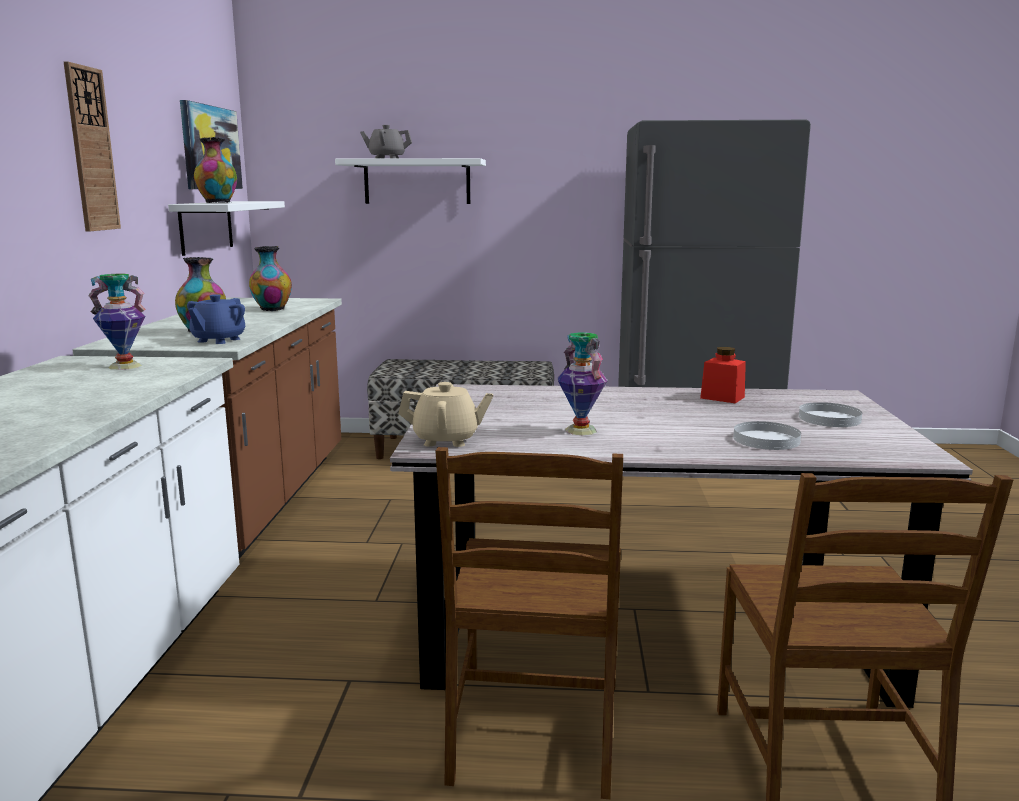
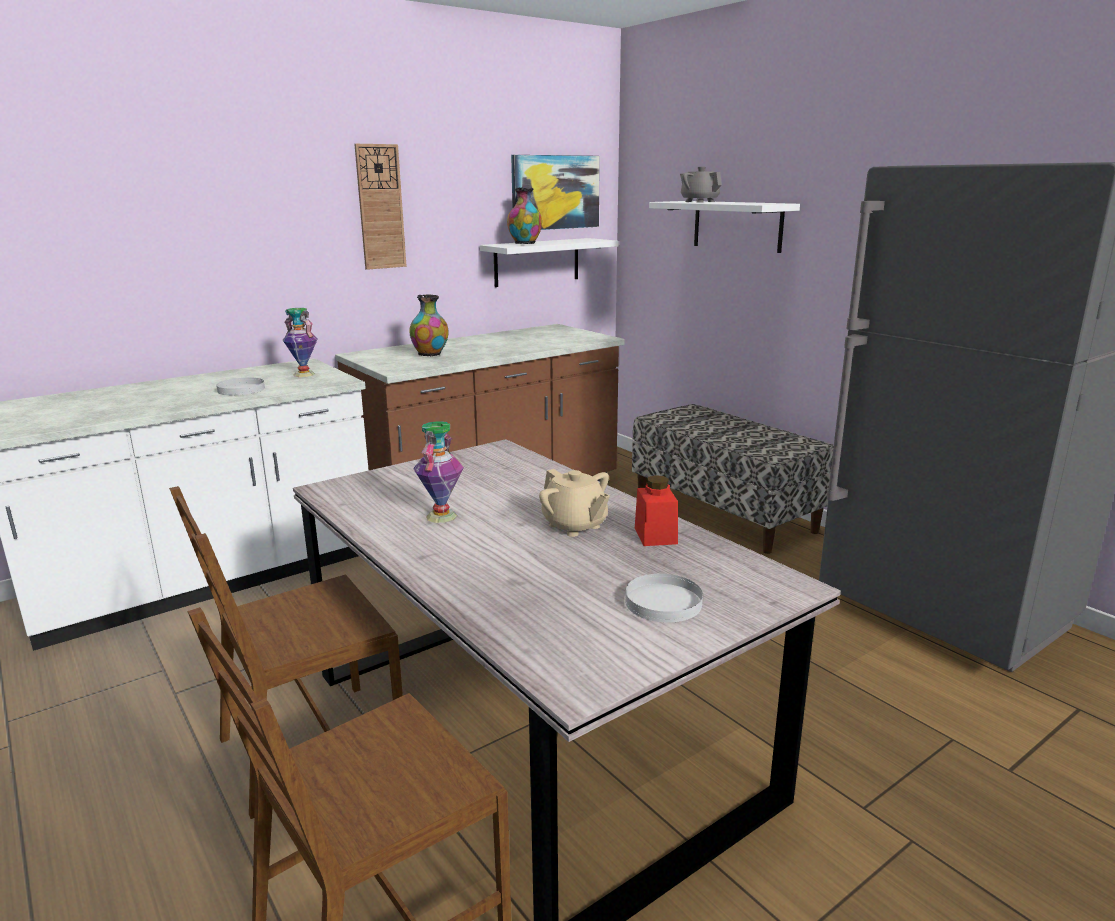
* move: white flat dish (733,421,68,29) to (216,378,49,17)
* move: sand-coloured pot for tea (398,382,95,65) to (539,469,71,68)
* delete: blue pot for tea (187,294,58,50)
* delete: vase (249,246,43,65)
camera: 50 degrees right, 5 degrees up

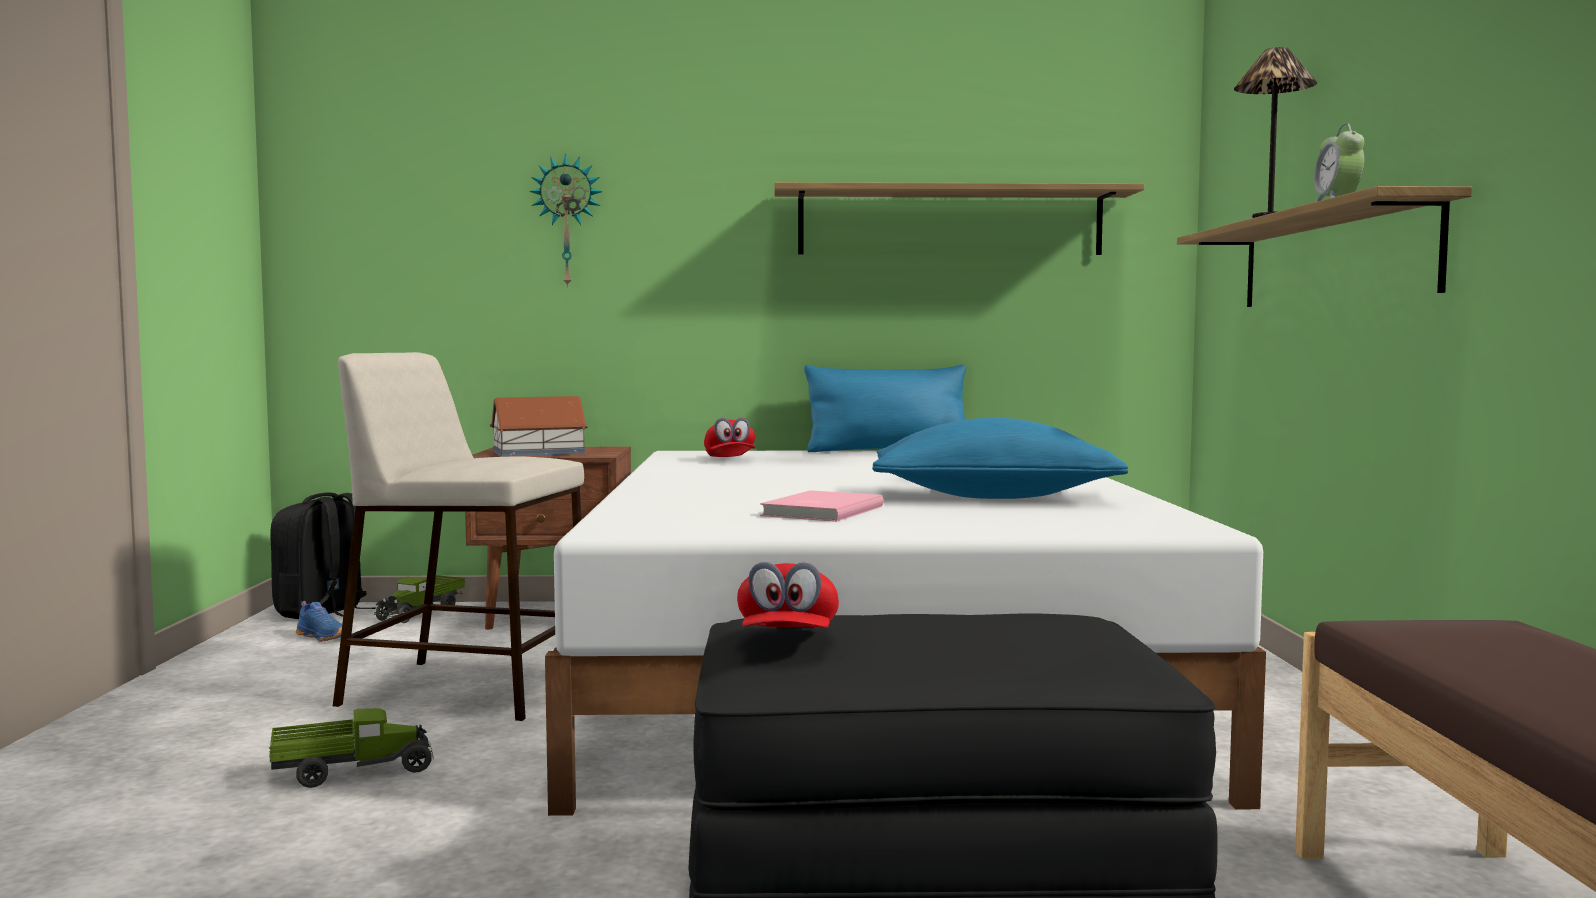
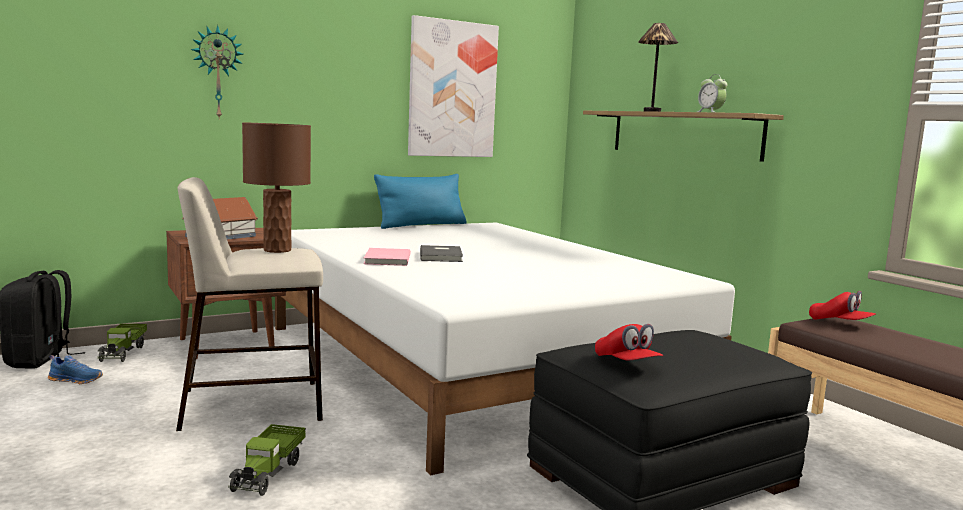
* rotate: toy truck (269,708,165,80) = (228,424,78,72) 150 degrees clockwise
* insert: brown tabletop lamp (242,123,69,130)
* move: pink bound book (760,490,124,32) to (364,248,47,18)
* replace: shelf (774,182,370,73) to wall picture (408,15,91,142)
* insert: gray bound book (420,245,43,17)
* move: red cap (704,418,51,39) to (809,291,67,29)
* delete: blue throw pillow (872,418,256,81)
camera: 30 degrees left, 5 degrees up

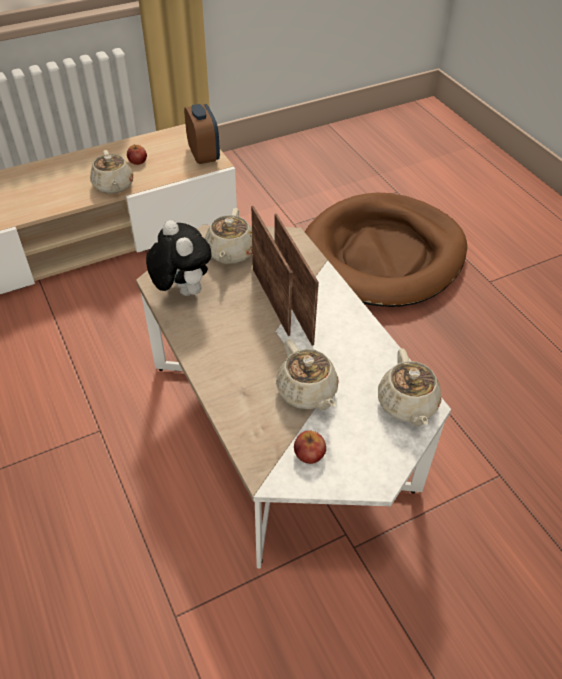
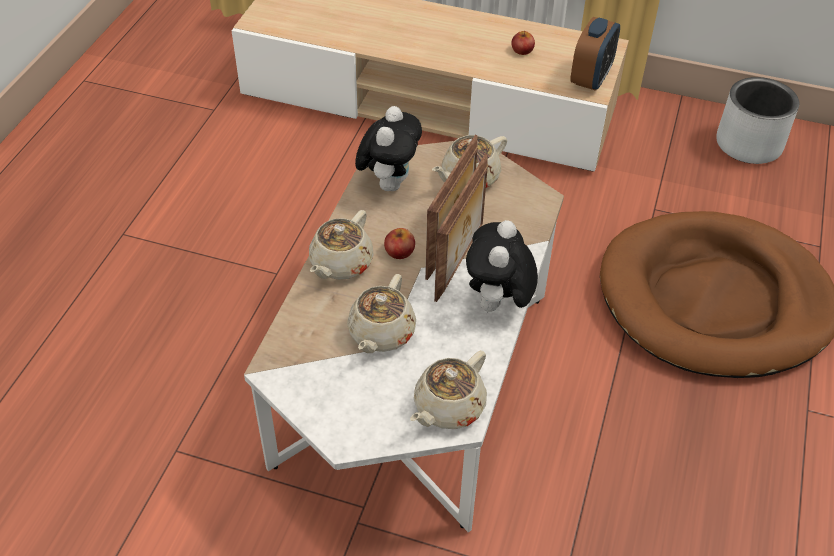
* move: sand-coloured pot for tea (90,150,43,44) to (309,210,65,70)
* move: whole apple (294,430,32,34) to (384,228,31,31)
* insert: soft toy (466,220,72,96)
* insert: gray planter (716,77,83,87)
camera: 45 degrees right, 0 degrees up

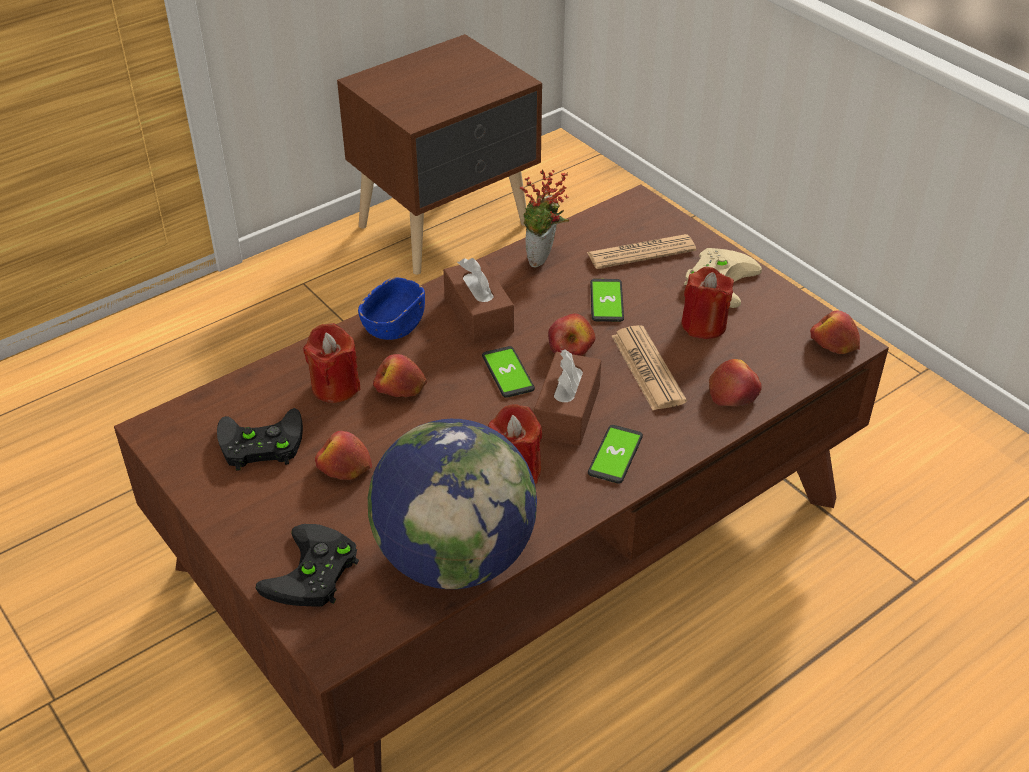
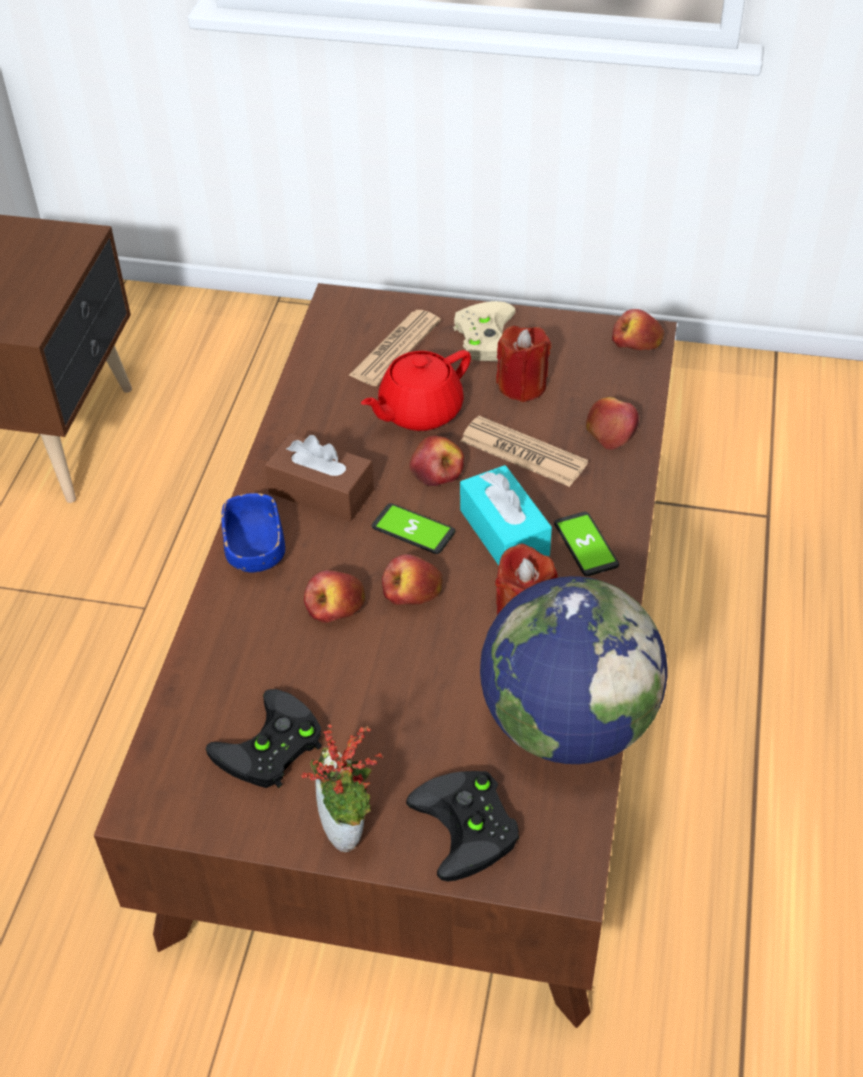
* move: potted plant (520,169,49,99) to (301,724,83,128)
* replace: phone (590,279,34,43) to red pot for tea (361,350,110,81)
* move: whole apple (315,431,57,49) to (382,554,60,51)
* recolor: brown box of tissues (534,349,67,97) to blue-green box of tissues (460,465,92,100)
* delete: red wax light (303,323,58,80)
camera: 40 degrees left, 5 degrees up

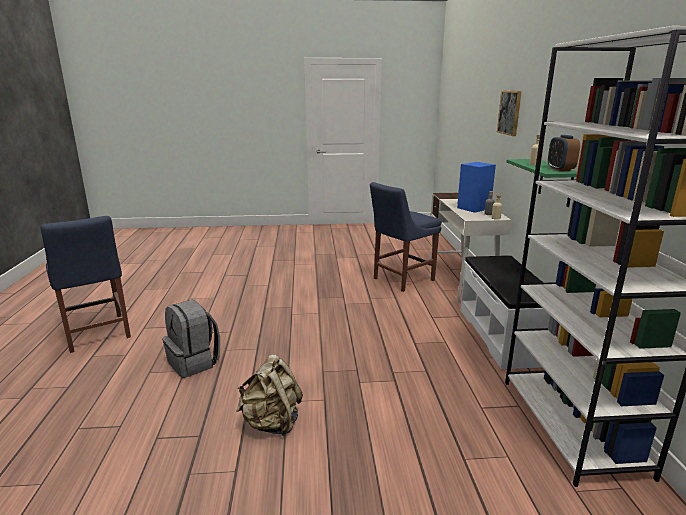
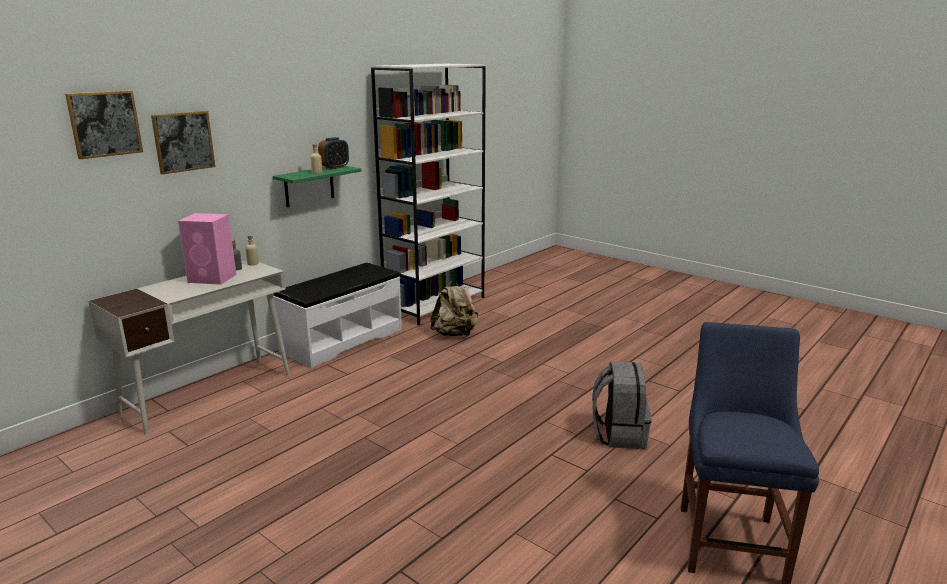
* insert: wall picture (65,90,78,69)
* recolor: blue loudspeaker (457,162,39,51) to pink loudspeaker (178,213,58,72)
* move: sand-coloured backpack (236,354,67,82) to (430,279,48,57)
* delete: blue plain chair (370,182,71,110)
camera: 135 degrees left, 0 degrees up

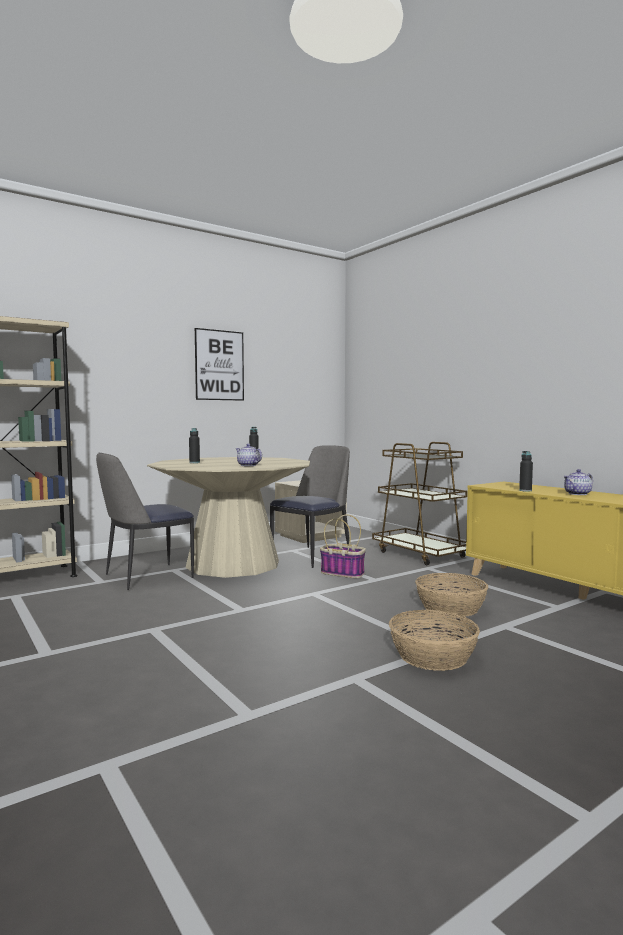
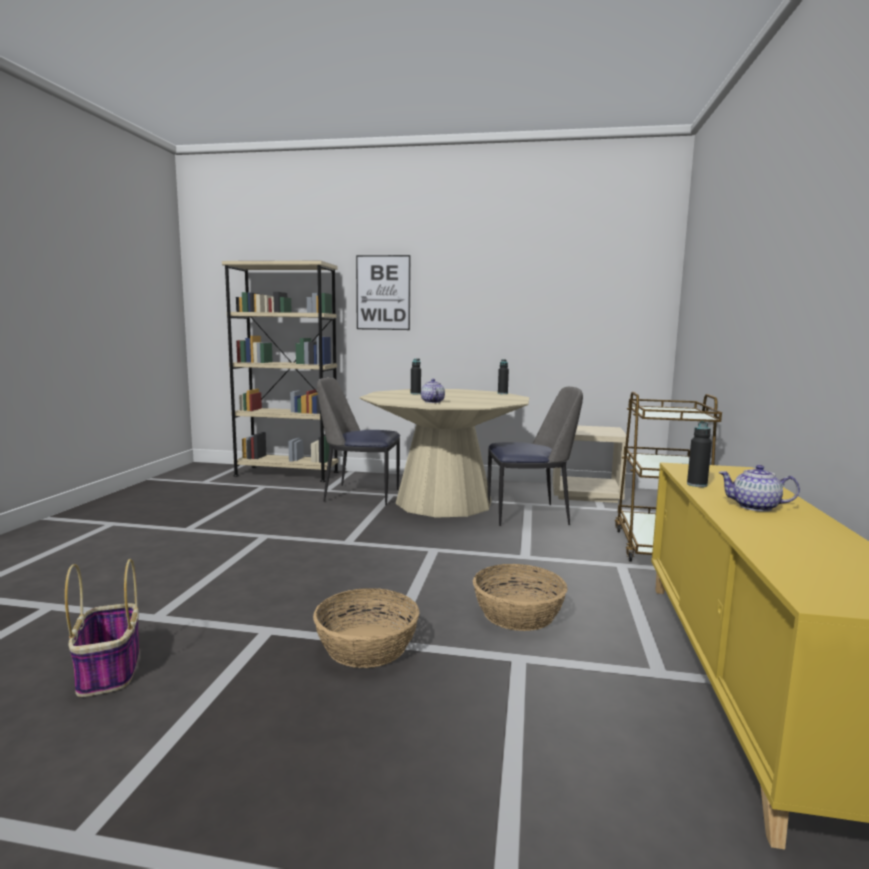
* move: basket (320,514,46,64) to (65,559,74,138)
* move: wall picture (195,328,49,73) to (356,255,55,75)
camera: 45 degrees right, 5 degrees up

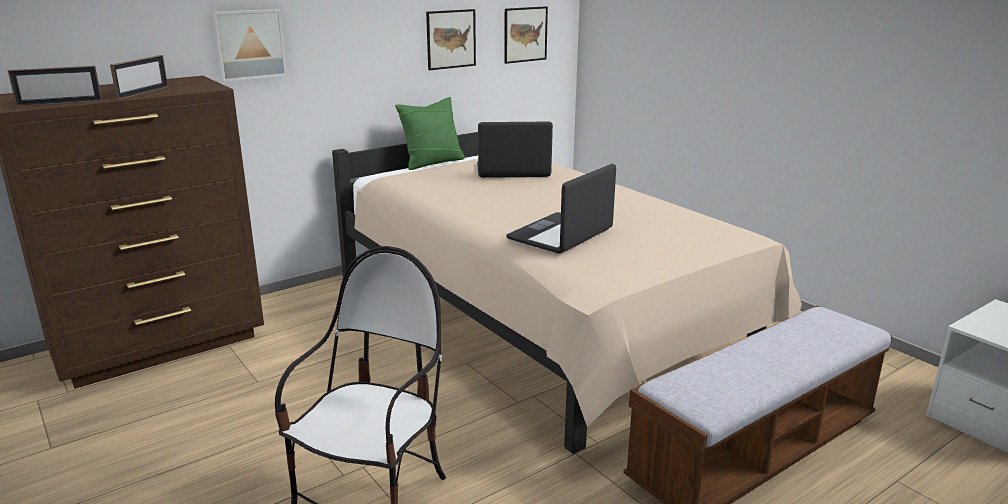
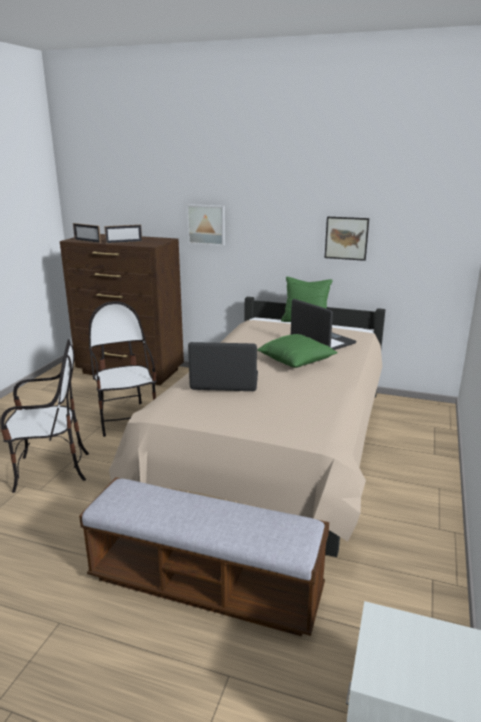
* insert: plain chair (89,301,68,136)
* insert: greenish throw pillow (257,334,81,34)
* delete: wall picture (504,6,44,58)
camera: 55 degrees right, 0 degrees up

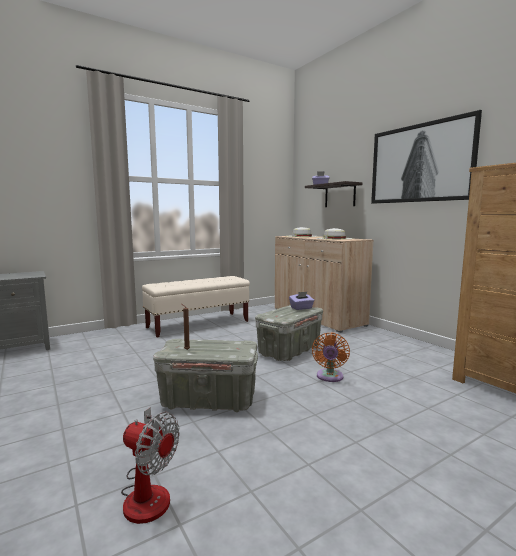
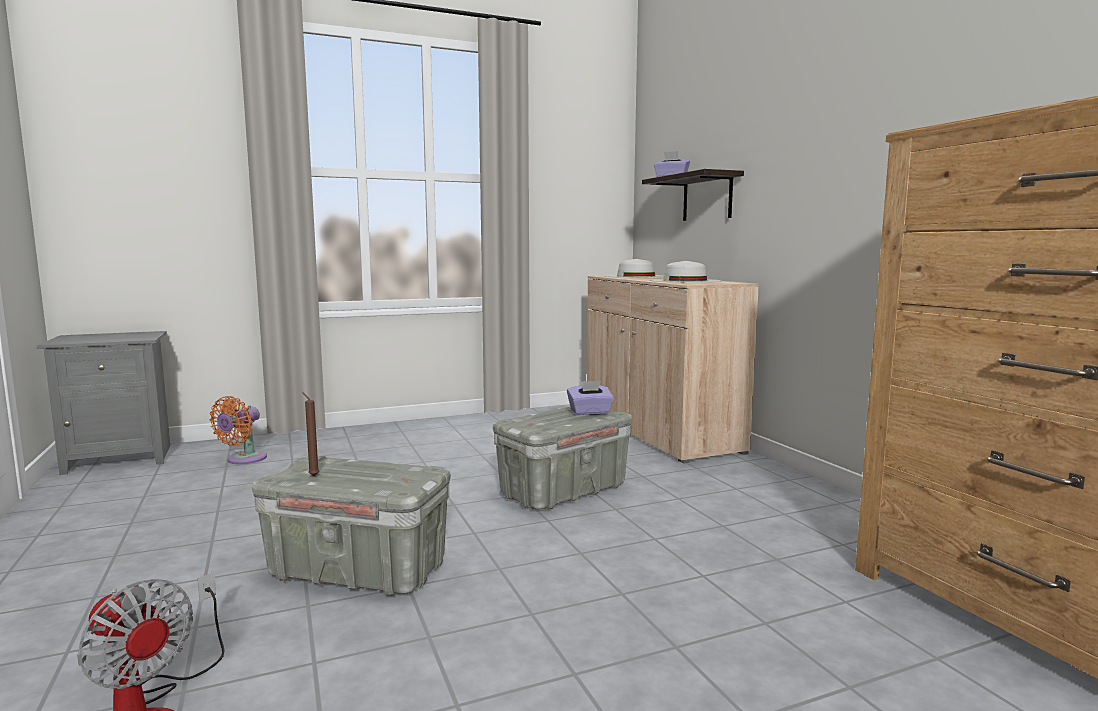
* move: orange electric fan (312,333,38,49) to (210,396,57,68)
* delete: sand-coloured bench (142,276,108,62)
* delete: wall picture (371,110,111,94)
camera: 10 degrees right, 0 degrees up

